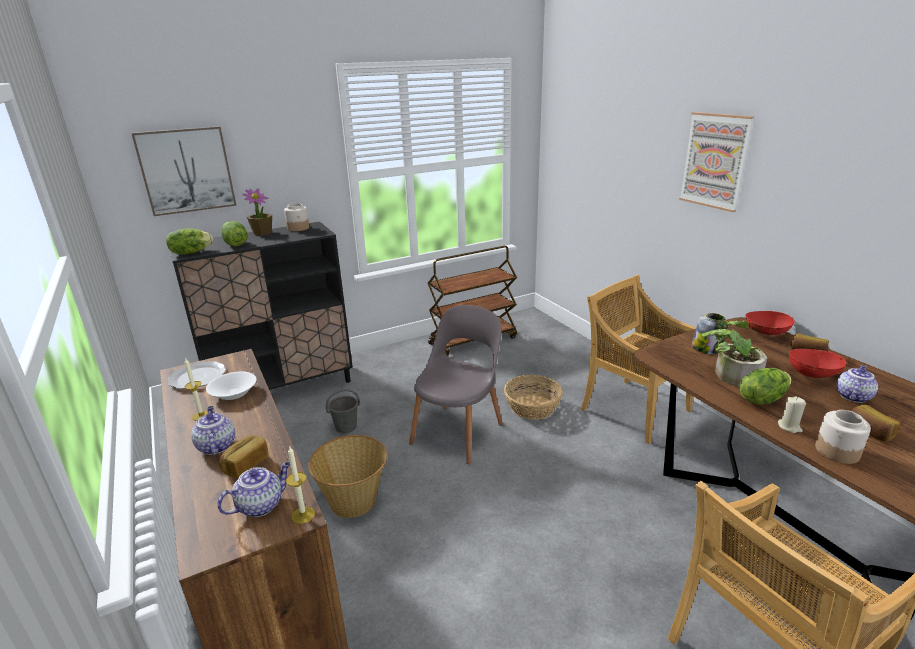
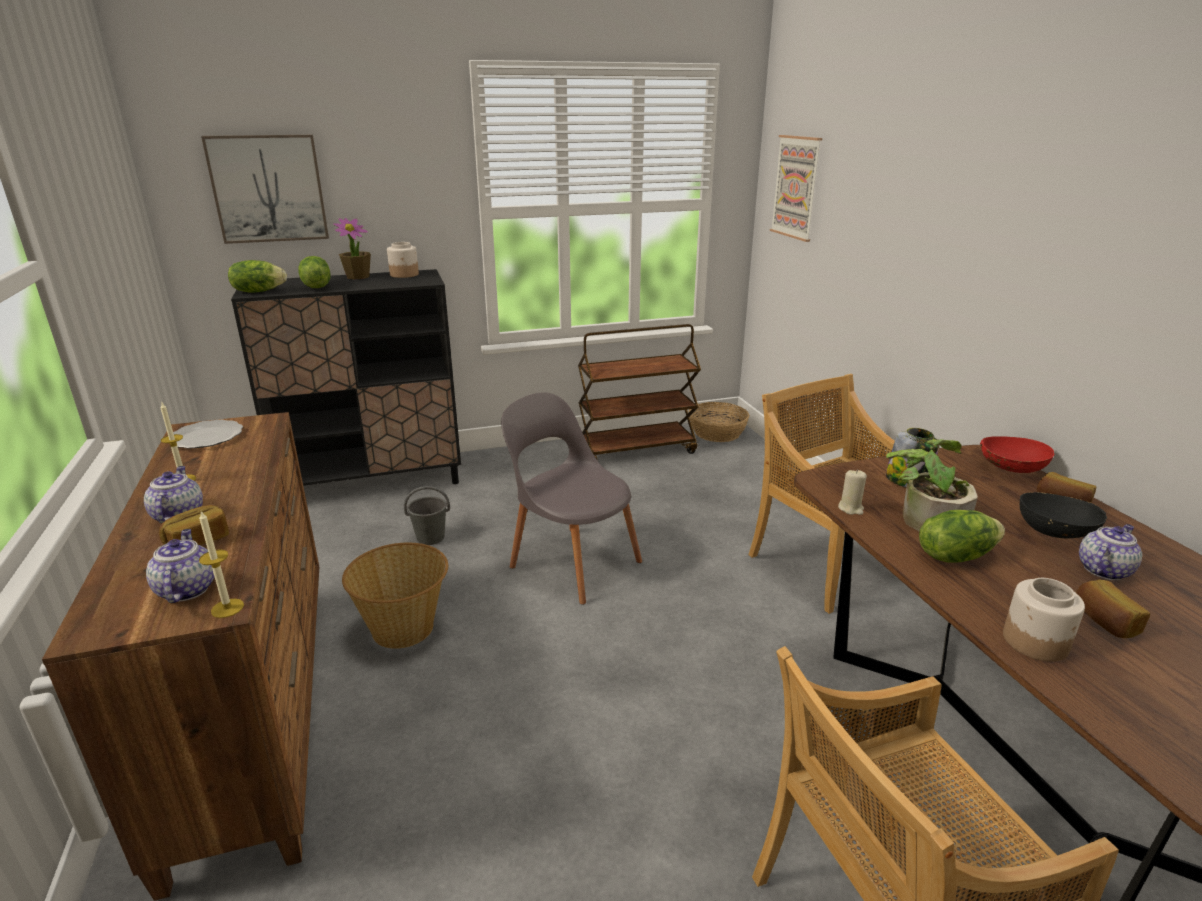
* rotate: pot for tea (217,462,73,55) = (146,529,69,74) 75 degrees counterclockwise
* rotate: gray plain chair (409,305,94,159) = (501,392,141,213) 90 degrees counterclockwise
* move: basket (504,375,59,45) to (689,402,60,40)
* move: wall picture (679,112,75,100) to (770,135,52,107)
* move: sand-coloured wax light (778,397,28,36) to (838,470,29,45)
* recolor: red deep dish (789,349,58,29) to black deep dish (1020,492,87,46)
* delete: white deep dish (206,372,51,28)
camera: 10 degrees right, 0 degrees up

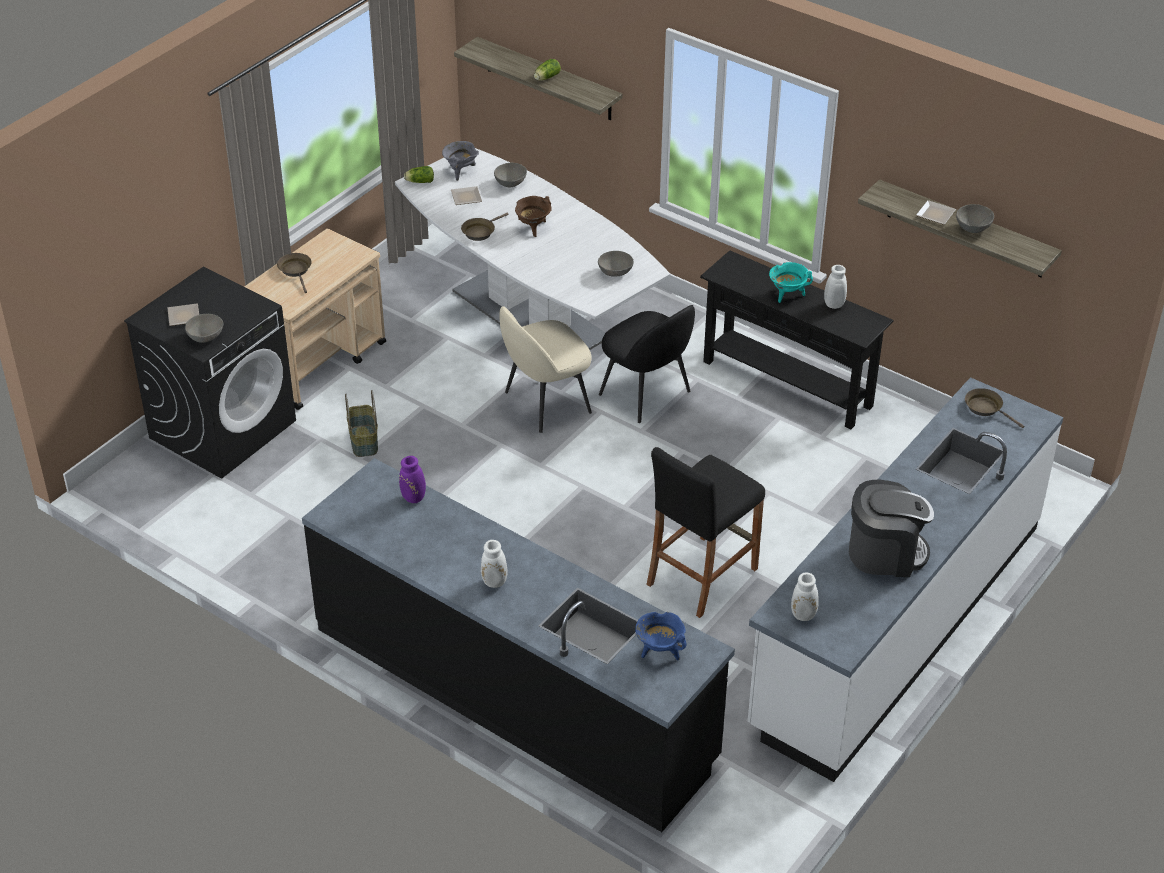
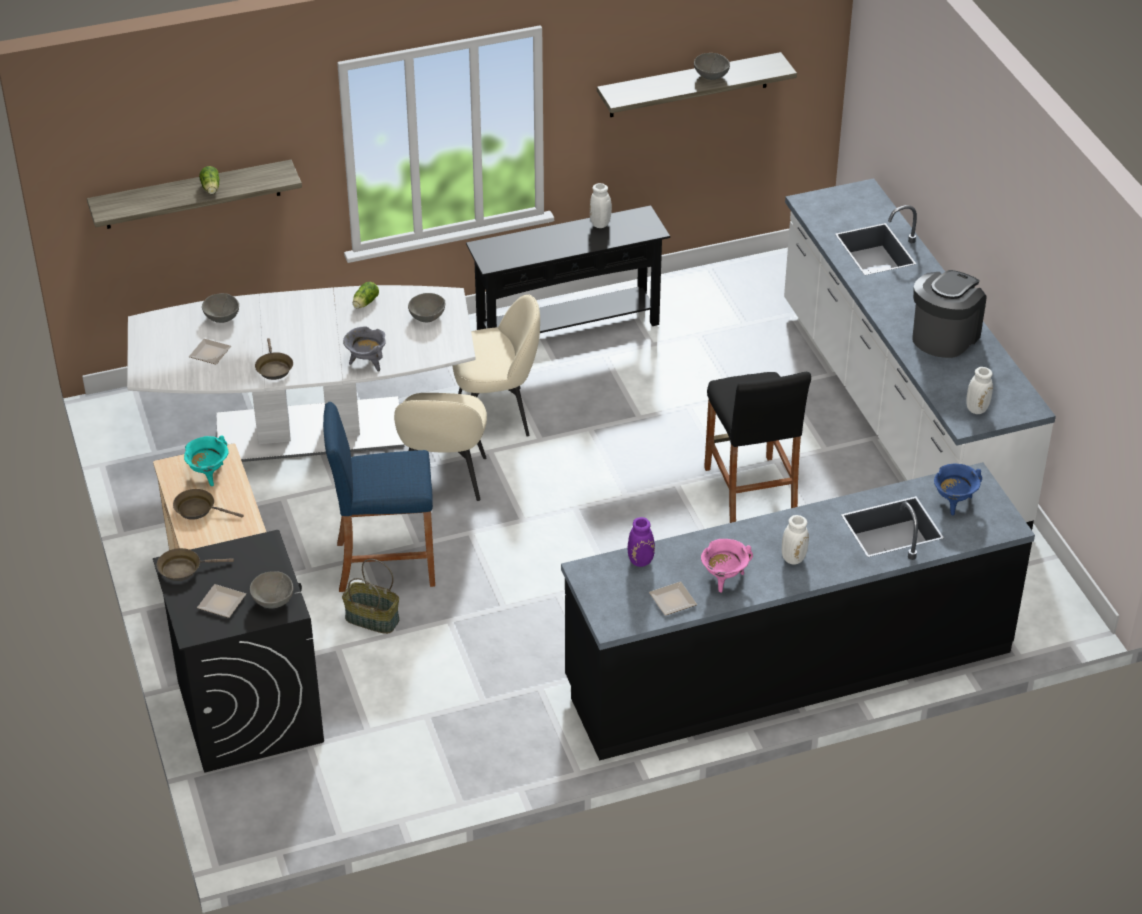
* move: brown pan (965,388,59,40) to (157,548,77,33)
* move: blue-green cooking pot (769,262,44,41) to (184,435,44,51)
* insert: blue sitting stool (323,402,112,190)
* move: gray cooking pot (442,141,37,40) to (343,326,42,45)
* move: lettuce head (404,166,30,17) to (353,282,26,27)
* recolor: black plain chair (599,305,96,118) to sand-coloured plain chair (453,294,87,143)
* move: flat dish (916,200,40,25) to (649,581,48,35)
* insert: pink cooking pot (701,539,52,54)
* delete: brown cooking pot (515,196,37,41)
camera: 55 degrees left, 0 degrees up

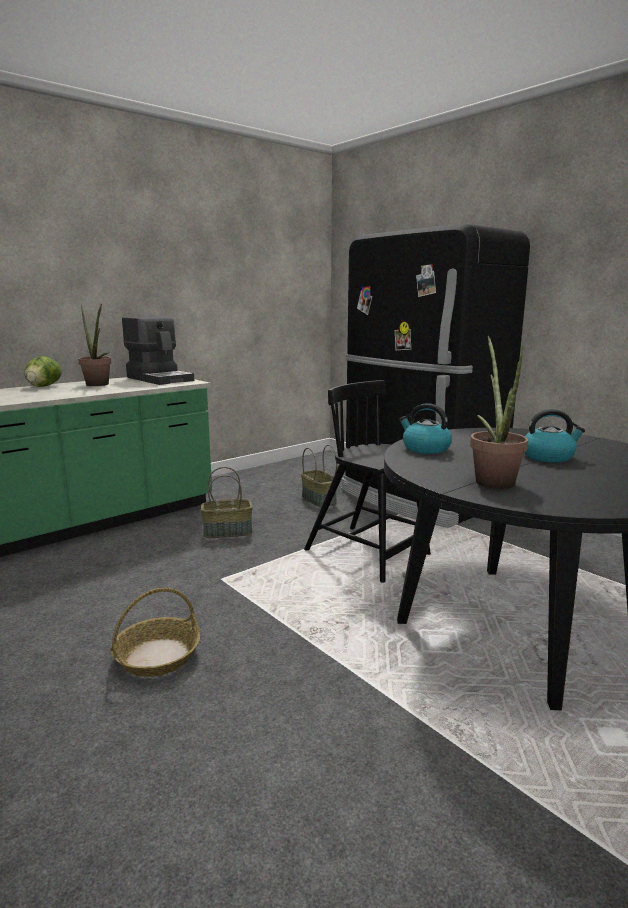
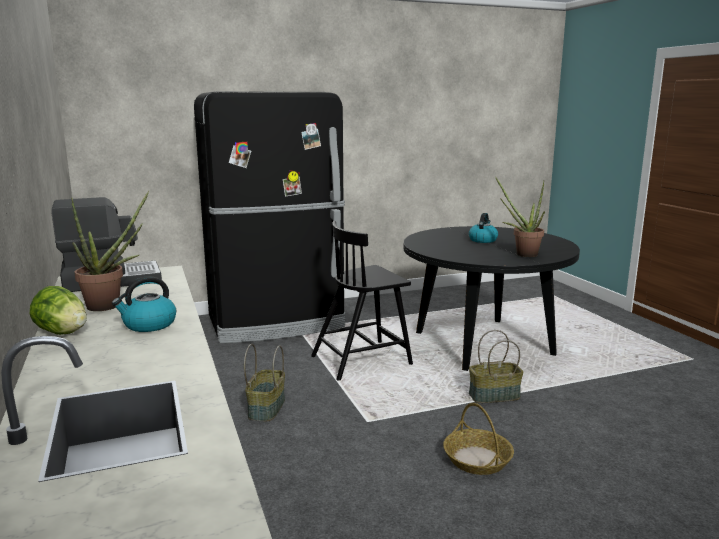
* move: tea kettle (399,403,53,51) to (112,276,64,56)
* move: basket (301,445,37,63) to (469,330,55,73)
camera: 70 degrees left, 0 degrees up

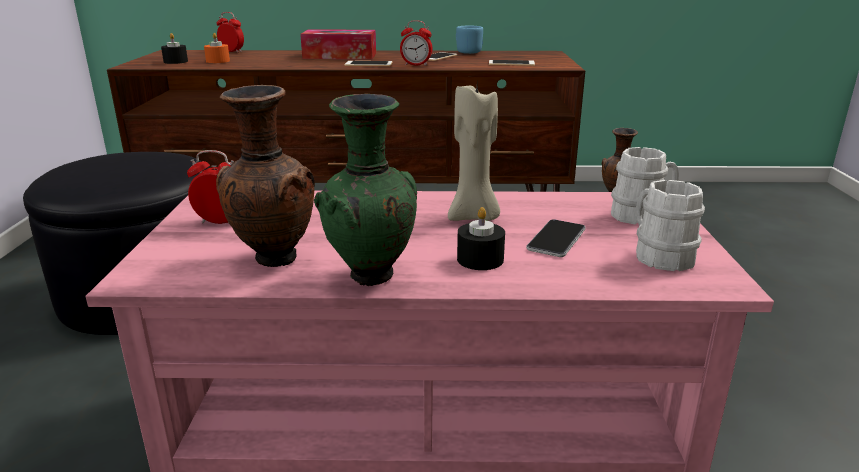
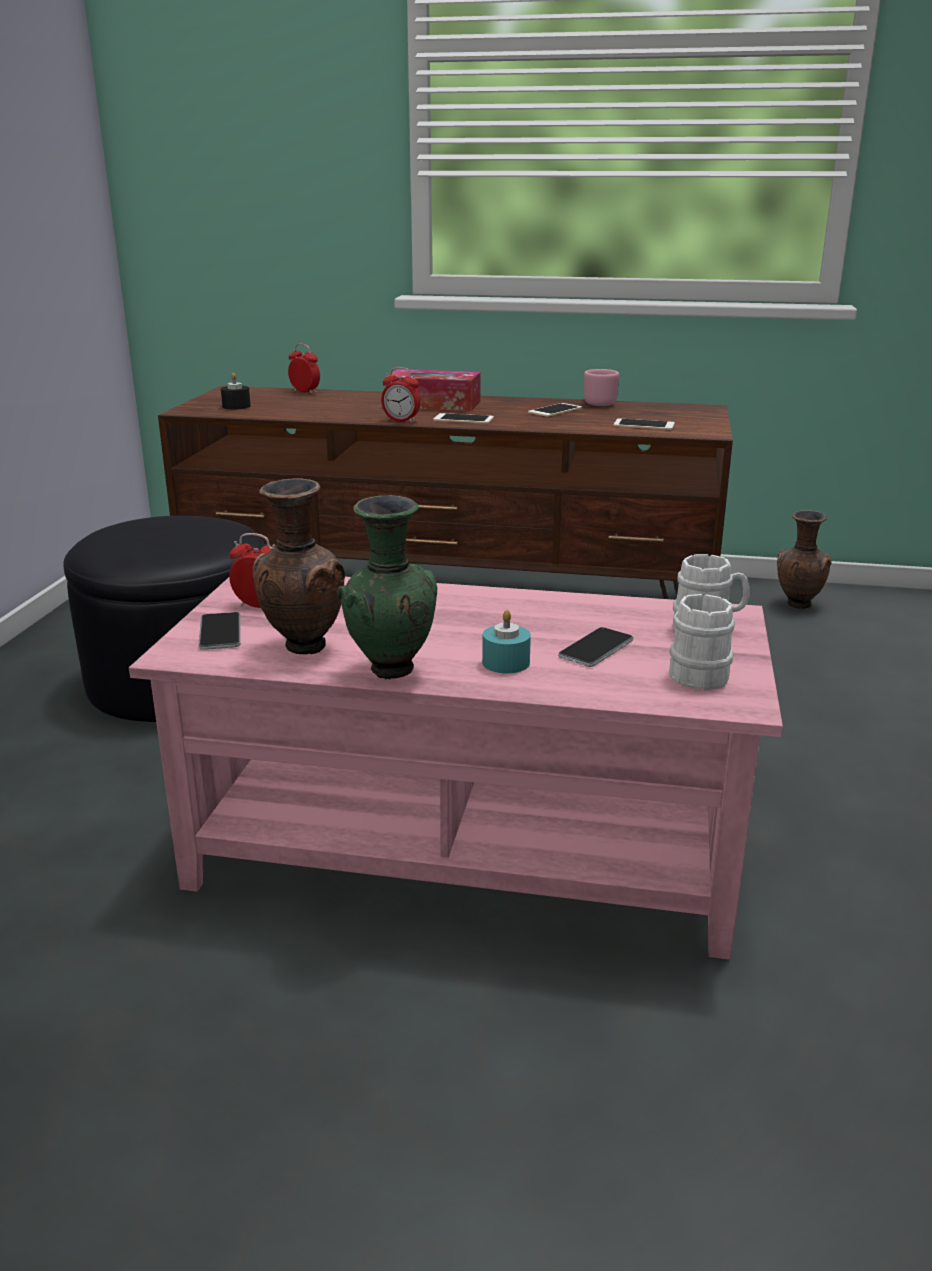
* insert: phone (198,612,43,38)
* move: alarm clock (400,20,32,46) to (381,367,40,56)
* recolor: black wax light (457,207,48,63) to blue-green wax light (482,610,49,64)
* recolor: blue coffee mug (456,26,27,28) to pink coffee mug (584,369,35,37)
* delete: orange wax light (204,33,26,30)
* delete: sand-coloured wax light (448,83,52,138)
camera: 10 degrees right, 0 degrees up

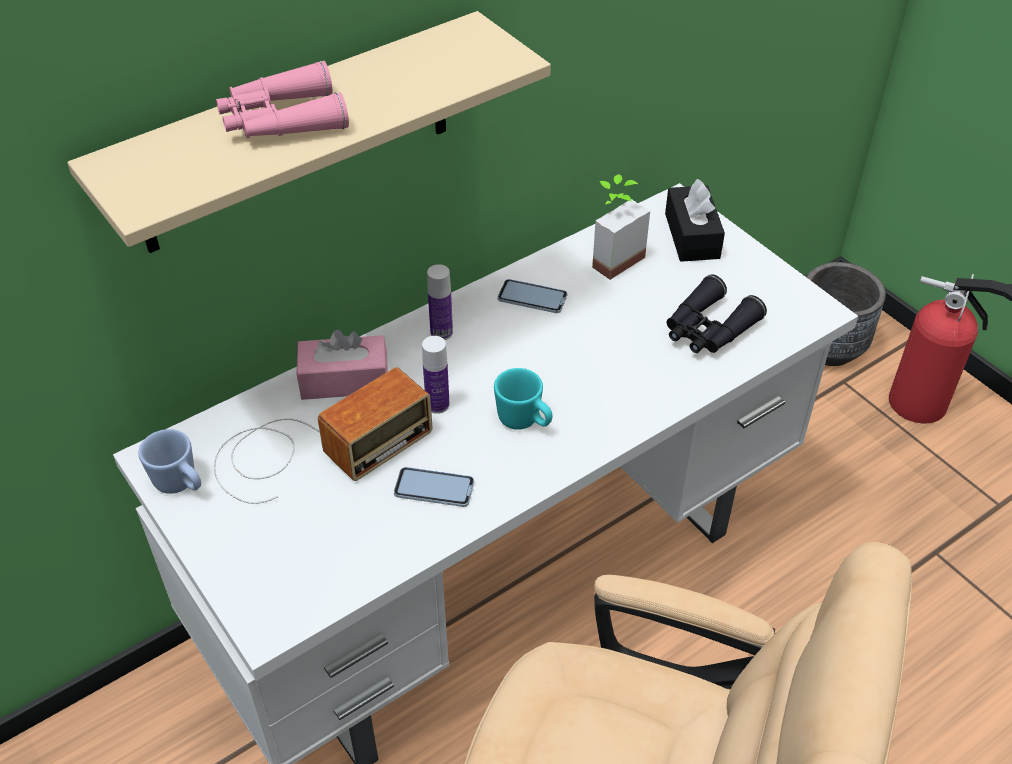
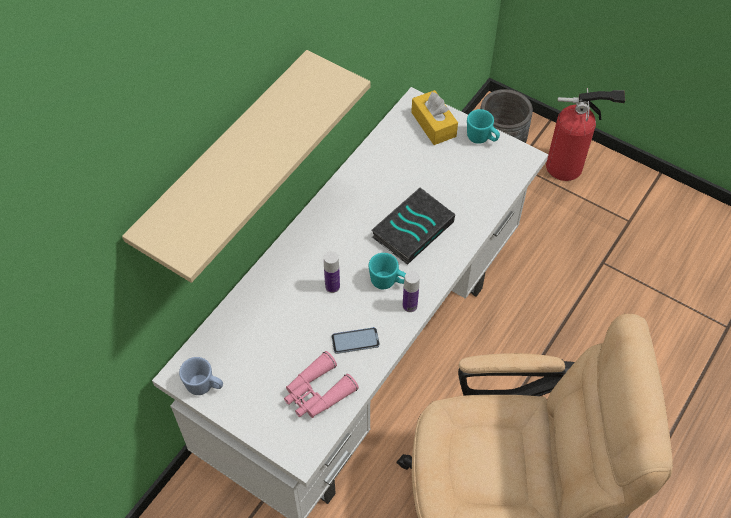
* move: pink field glasses (216,61,133,77) to (284,351,75,67)
* insert: bound book (371,188,84,77)
* move: bottle (427,264,26,76) to (403,271,17,41)
* recolor: black box of tissues (665,179,60,83) to yellow box of tissues (411,90,47,55)
* insert: blue-green coffee mug (467,109,33,35)
* delete: radio set (214,367,218,137)
* delete: pink box of tissues (297,330,91,70)
* delete: phone (498,279,69,34)
* delete: potted plant (592,174,58,106)
* delete: black field glasses (667,274,100,79)
camera: 20 degrees left, 10 degrees up

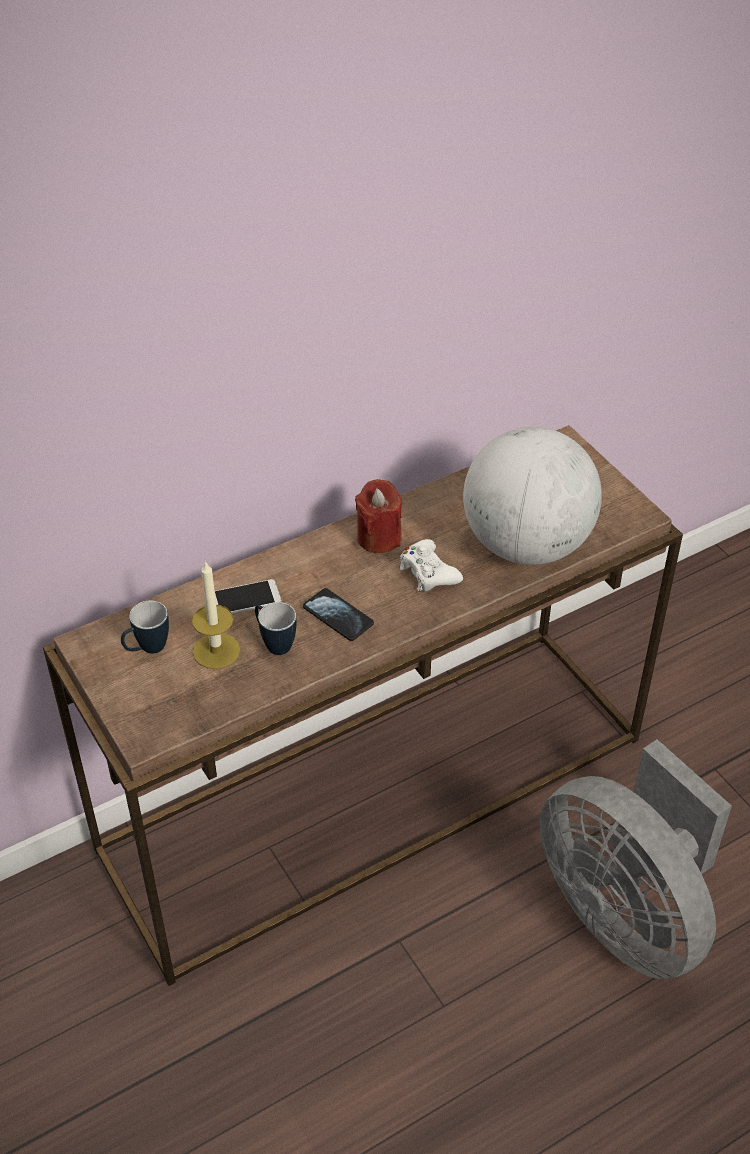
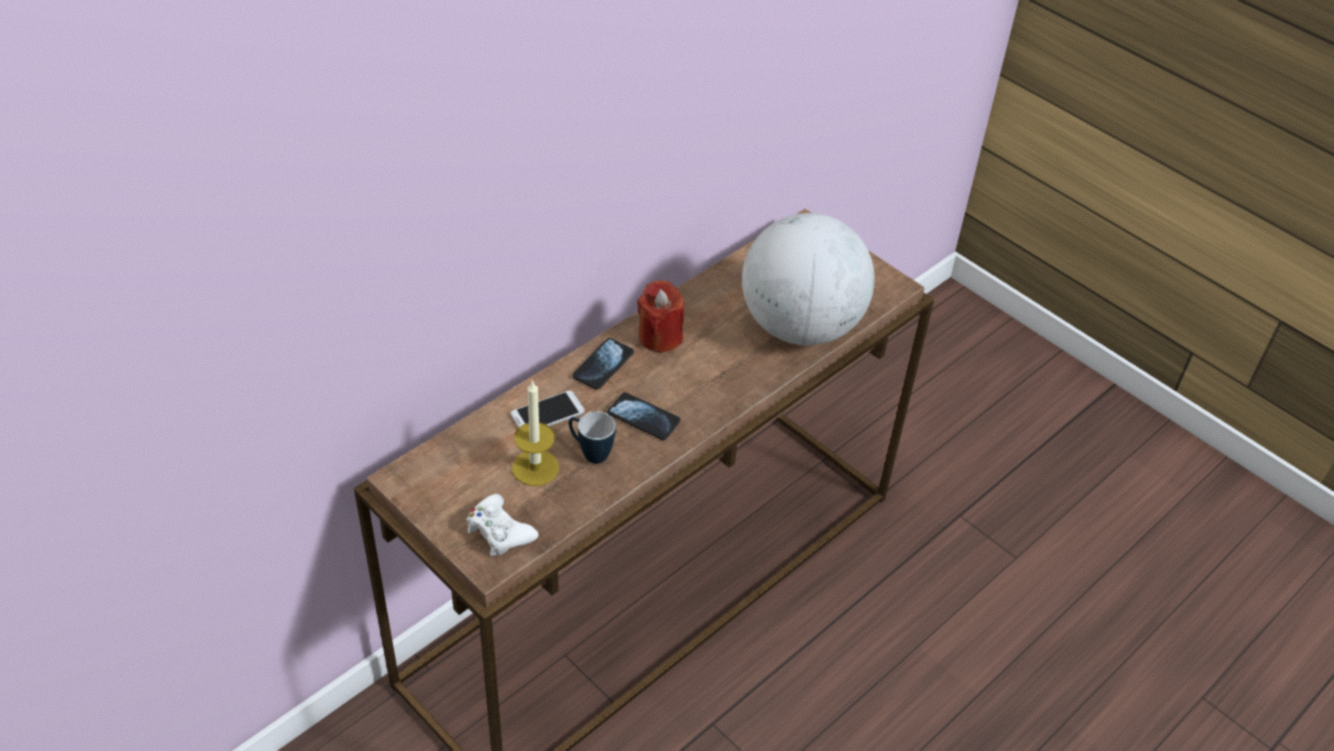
* move: white joypad (399,539,64,52) to (467,494,72,62)
* insert: phone (573,338,61,52)
* delete: coffee mug (121,601,48,53)
* delete: gray electric fan (540,739,192,241)
camera: 15 degrees left, 0 degrees up

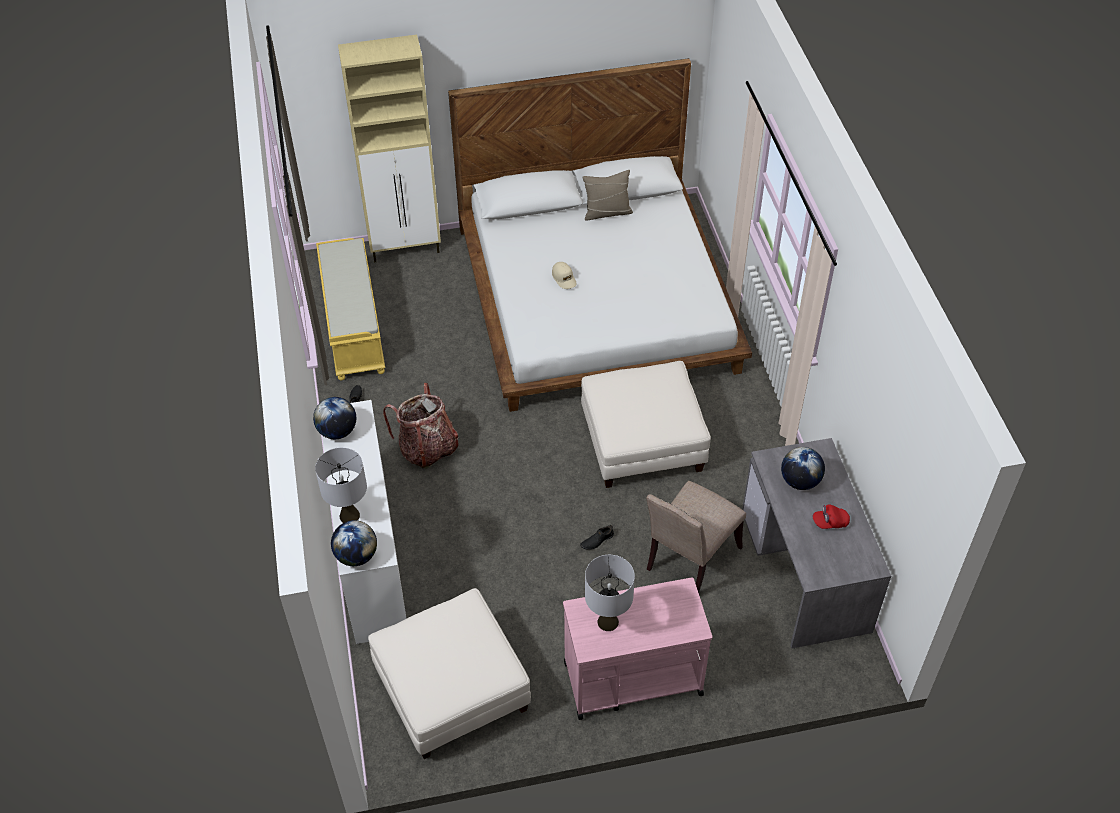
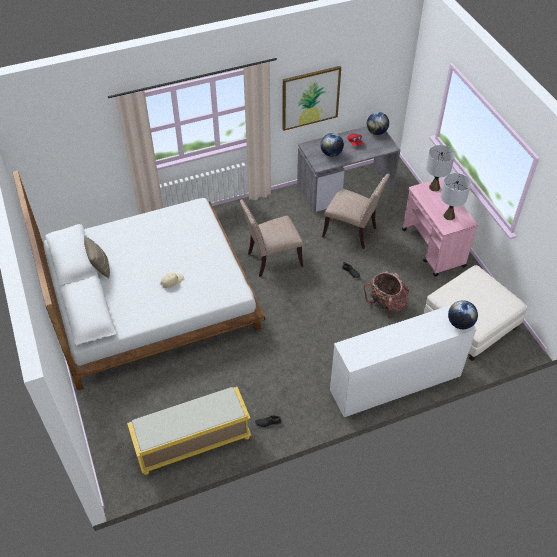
* replace: white ottoman (581,361,130,127) to sand-coloured plain chair (239,199,64,78)
* insert: wall picture (282,66,59,65)
* move: backpack (383,383,75,86) to (364,271,46,48)
* move: world globe (313,397,43,42) to (367,112,22,23)
* move: gray tabletop lamp (315,447,52,76) to (426,145,29,46)
* delete: sand-coloured storage cabinet (338,35,103,227)
camera: 100 degrees left, 0 degrees up

